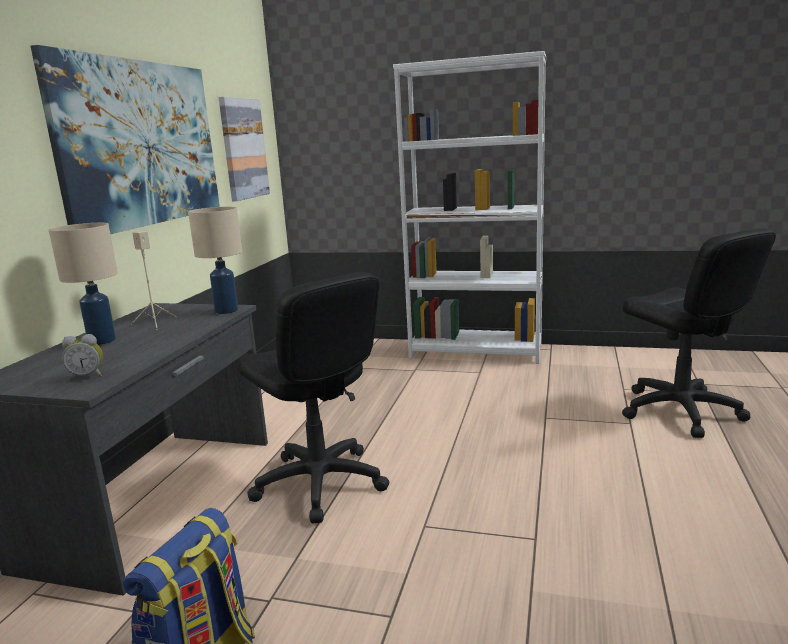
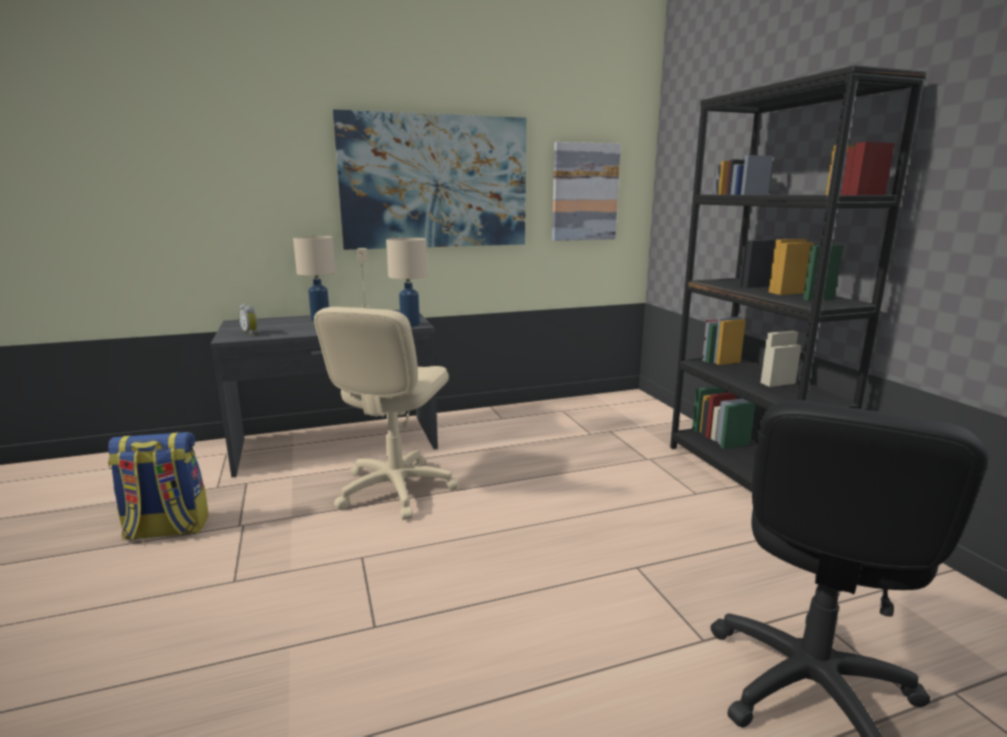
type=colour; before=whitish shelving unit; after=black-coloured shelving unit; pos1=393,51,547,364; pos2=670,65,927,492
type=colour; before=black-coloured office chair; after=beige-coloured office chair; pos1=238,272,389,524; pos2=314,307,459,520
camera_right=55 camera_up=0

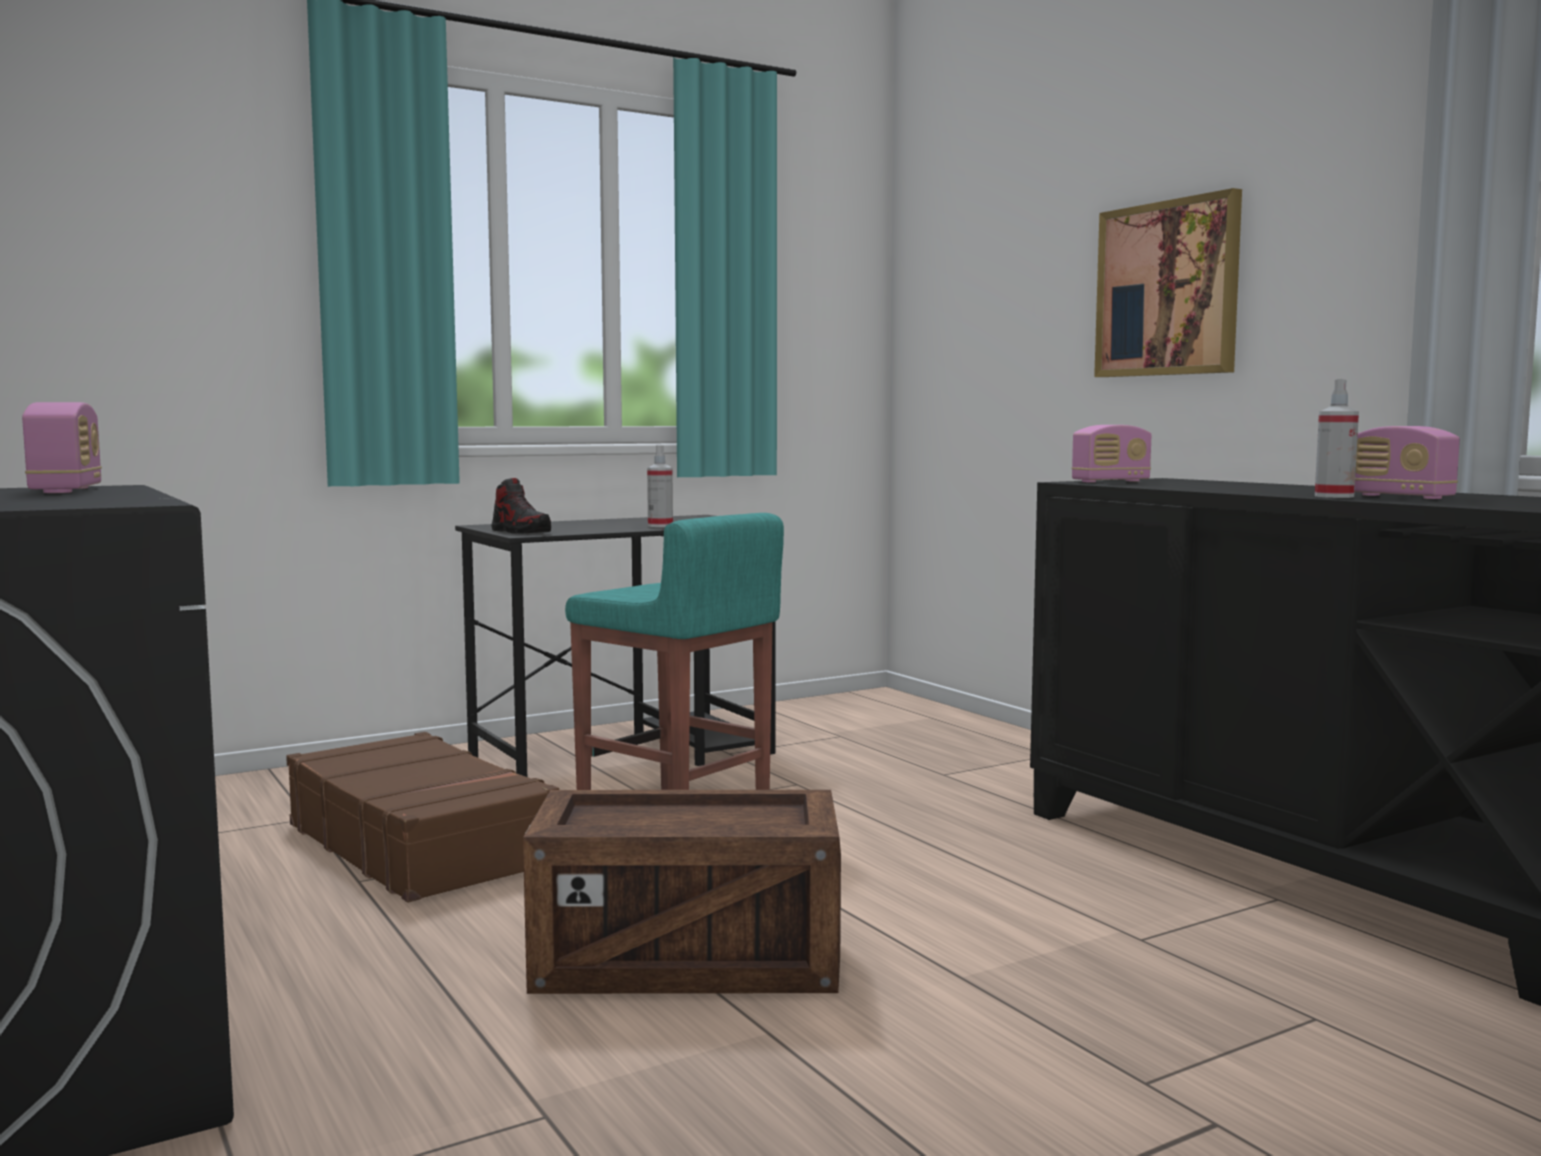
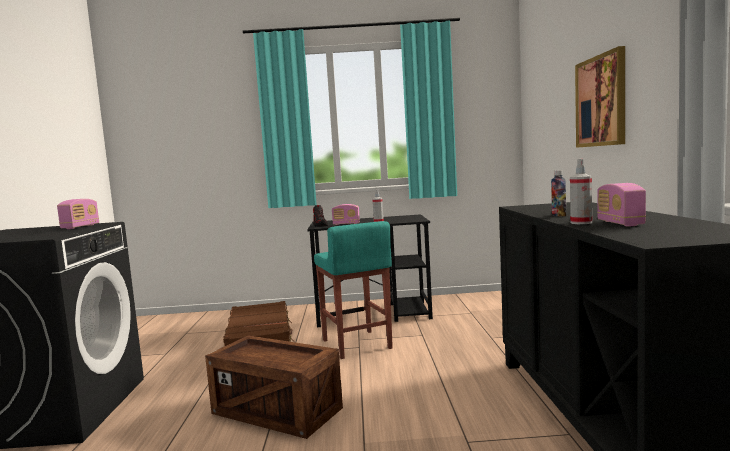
type=relocated; before=radio; pos1=1071,425,1152,483; pos2=332,204,360,225
type=appeared; after=drink bottle; pos2=551,170,566,217
camera_right=30 camera_up=0

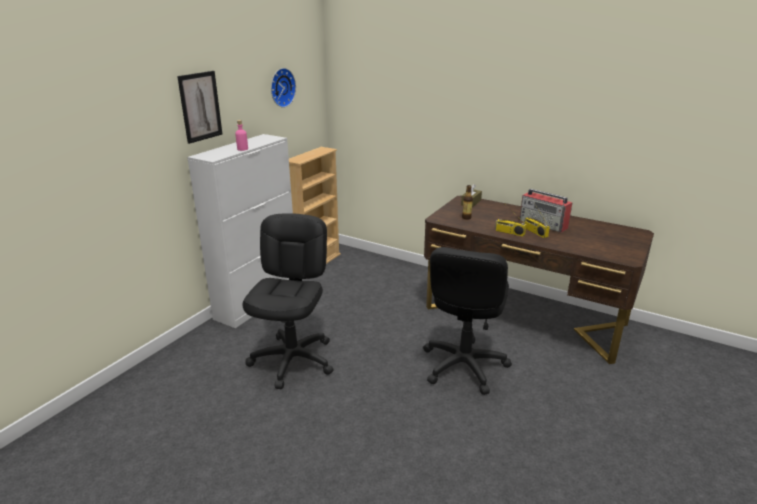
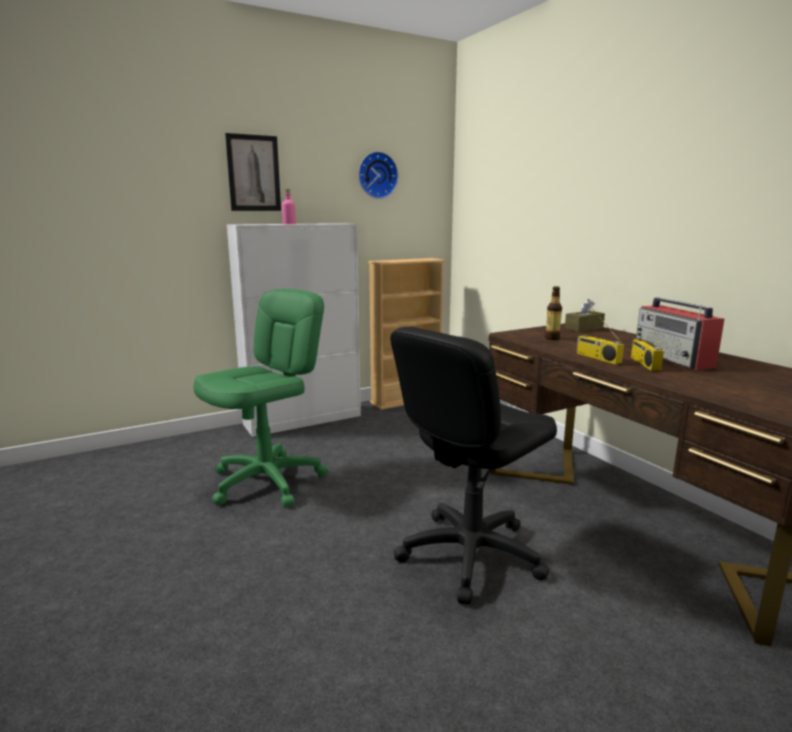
type=colour; before=black-coloured office chair; after=green-coloured office chair; pos1=242,213,334,389; pos2=193,289,328,507
camera_right=30 camera_up=-10

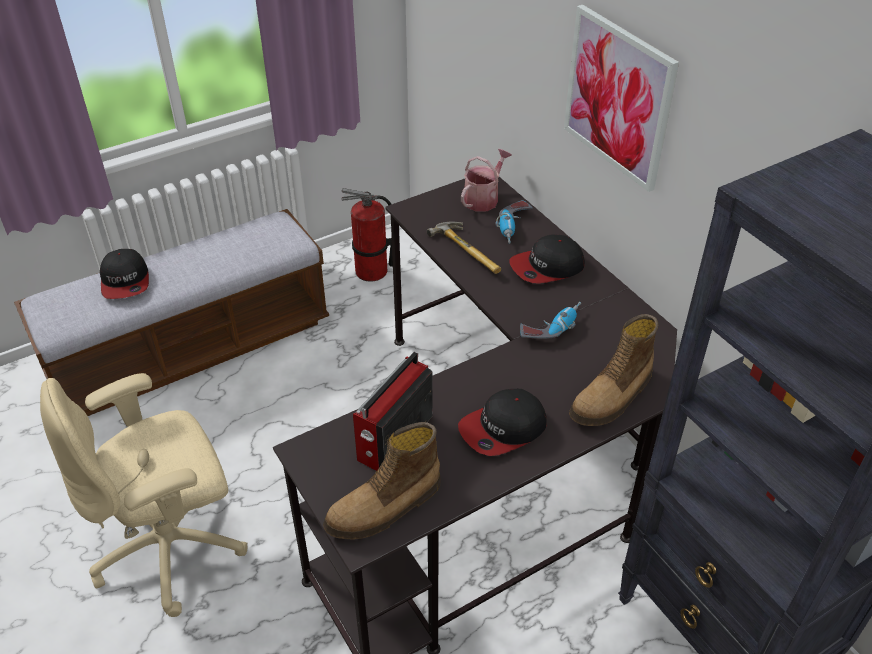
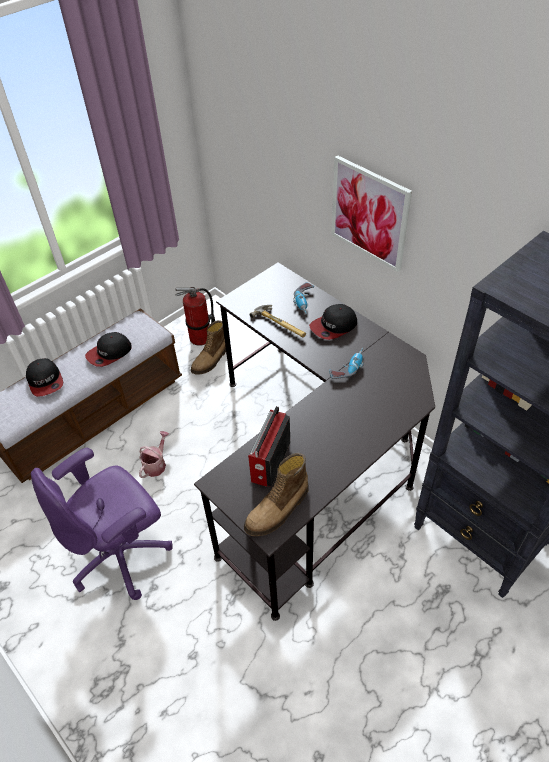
type=relocated; before=sprinkling can; pos1=461,149,512,212; pos2=139,431,169,478
type=relocated; before=boot; pos1=569,314,658,426; pos2=191,320,226,375
type=colour; before=beige-coloured office chair; after=purple office chair; pos1=40,373,248,617; pos2=31,448,173,600
type=relocated; before=peaked cap; pos1=458,389,547,456; pos2=85,332,132,367
camera_right=-10 camera_up=5

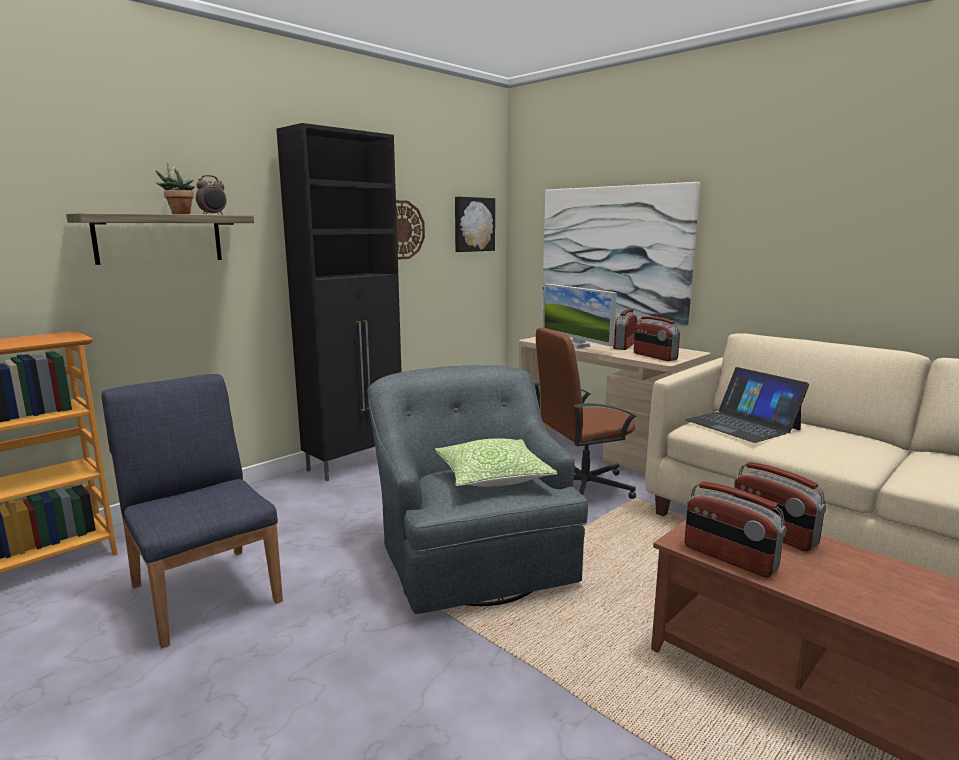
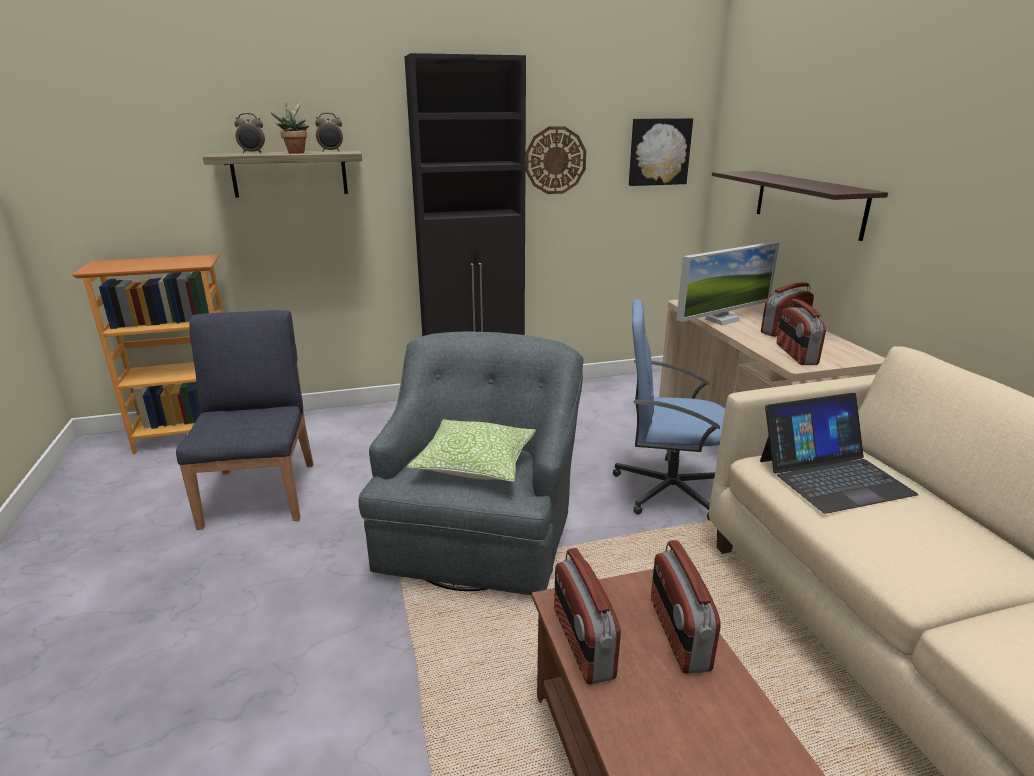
type=exchanged; before=picture; after=bracket shelf; pos1=542,182,700,326; pos2=712,171,888,241
type=spun; before=computer display; pos1=543,284,617,349; pos2=676,242,779,326; turn=-120
type=colour; before=brown office chair; after=blue office chair; pos1=534,327,637,499; pos2=613,299,725,520
type=spun; before=notebook computer; pos1=686,367,809,443; pos2=760,393,919,514; turn=-105
type=appeared; after=table clock; pos2=234,113,265,153
camera_right=30 camera_up=10

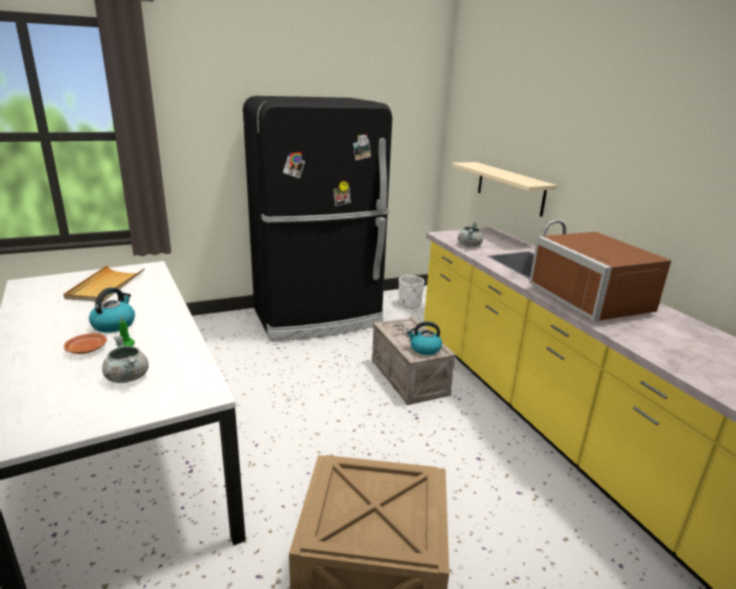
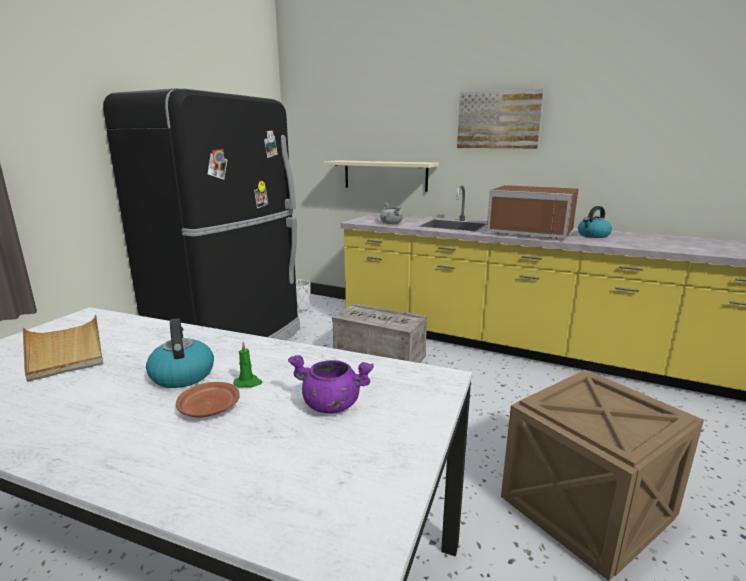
type=relocated; before=water kettle; pos1=406,321,442,355; pos2=578,206,612,238
type=colour; before=gray saucepot; after=purple saucepot; pos1=102,336,149,383; pos2=288,355,374,414
type=appeared; after=picture; pos2=457,89,544,149
camera_right=-40 camera_up=-5

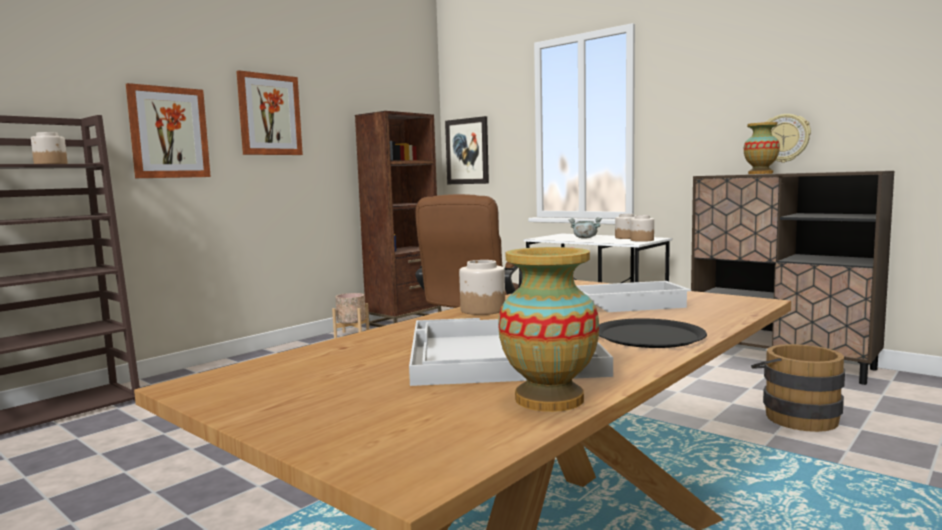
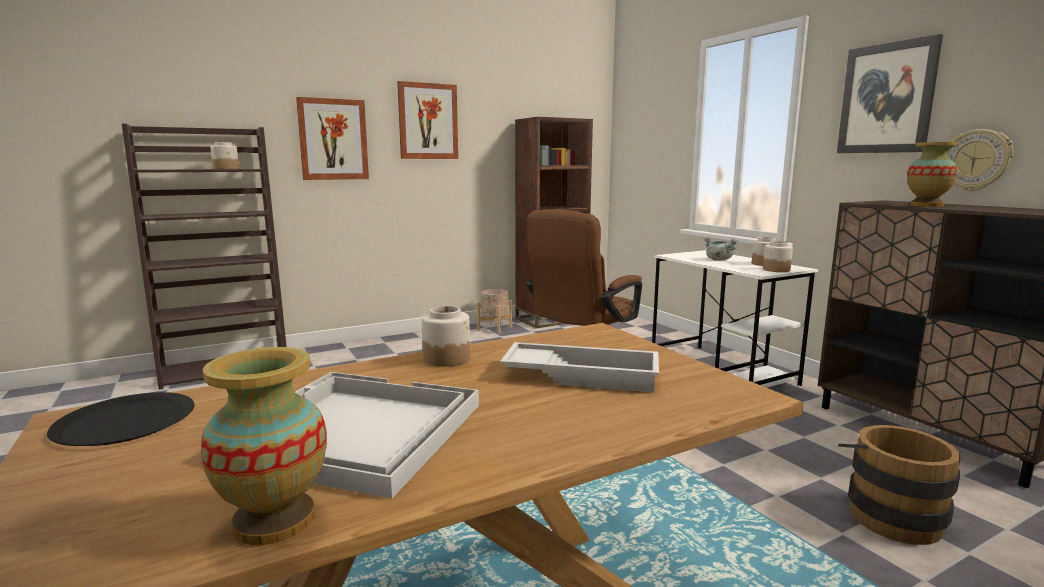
type=relocated; before=picture; pos1=445,116,489,184; pos2=837,34,943,153
type=relocated; before=black-coloured plate; pos1=599,318,707,348; pos2=47,392,194,446
camera_right=20 camera_up=5

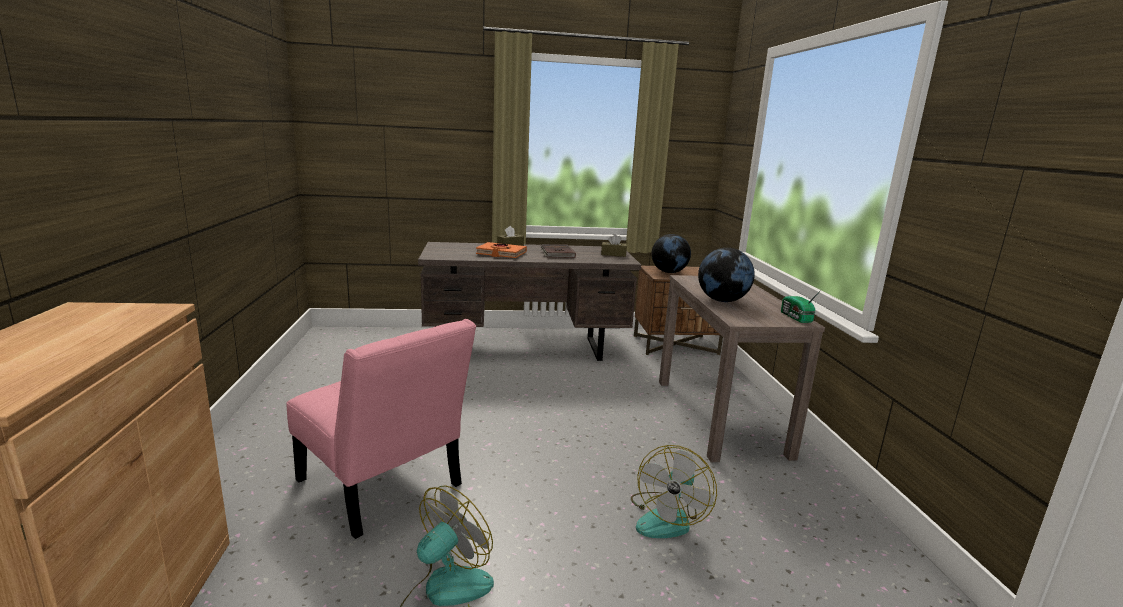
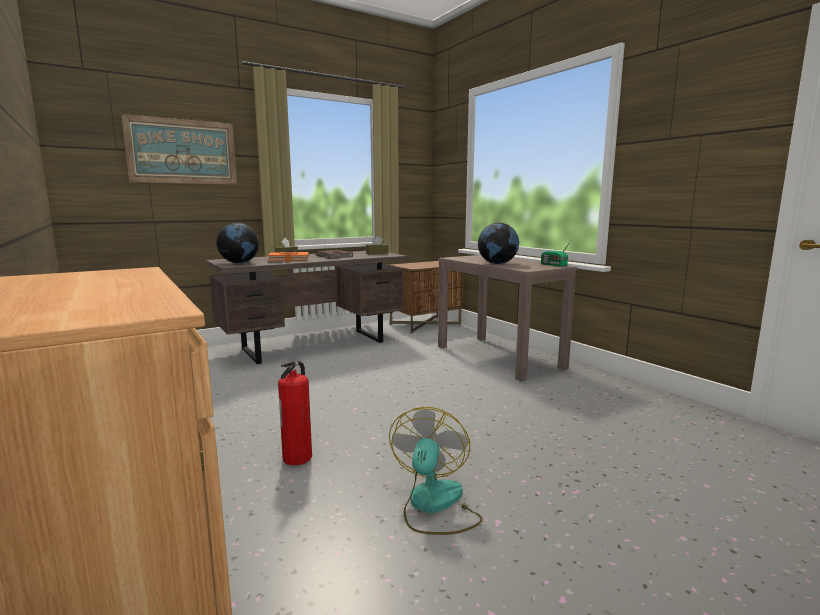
type=relocated; before=globe; pos1=652,234,691,273; pos2=216,223,259,263
type=exchanged; before=pink chair; after=fire extinguisher; pos1=286,319,476,539; pos2=278,361,312,465
type=missing; before=cooling fan; pos1=631,445,717,538
type=appeared; after=picture; pos2=121,114,237,184
camera_right=-25 camera_up=-5

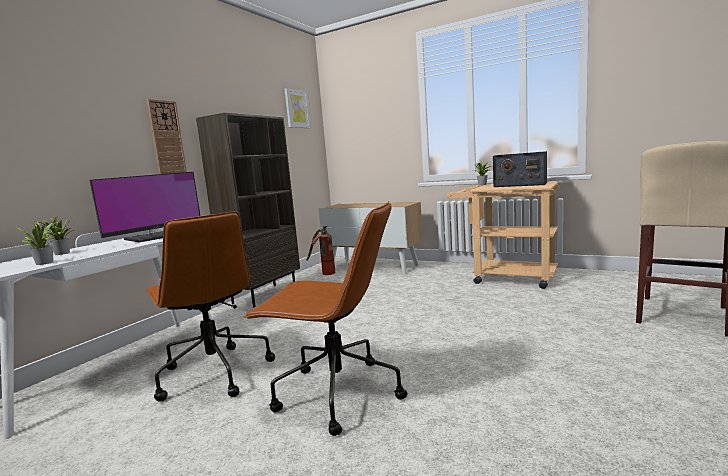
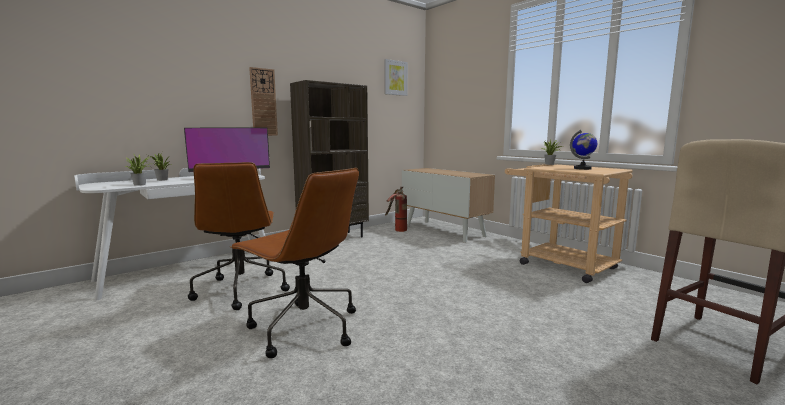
type=exchanged; before=radio; after=globe; pos1=493,151,547,187; pos2=570,130,597,170
camera_right=20 camera_up=0

